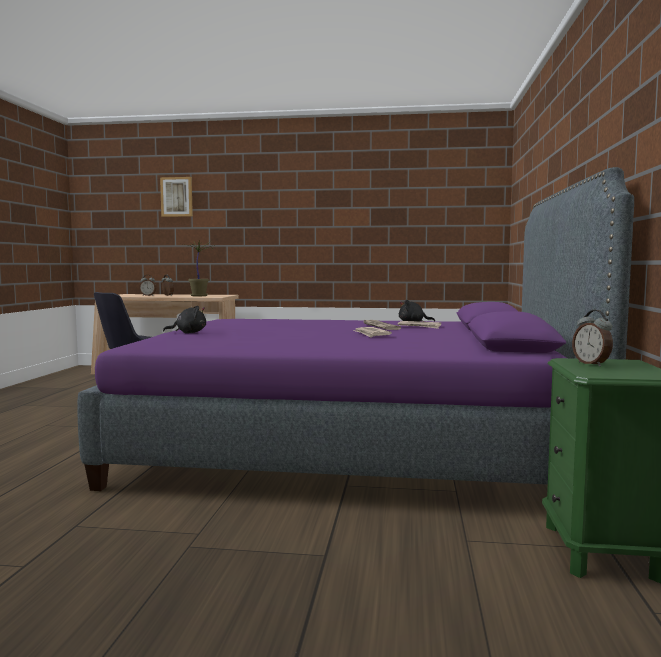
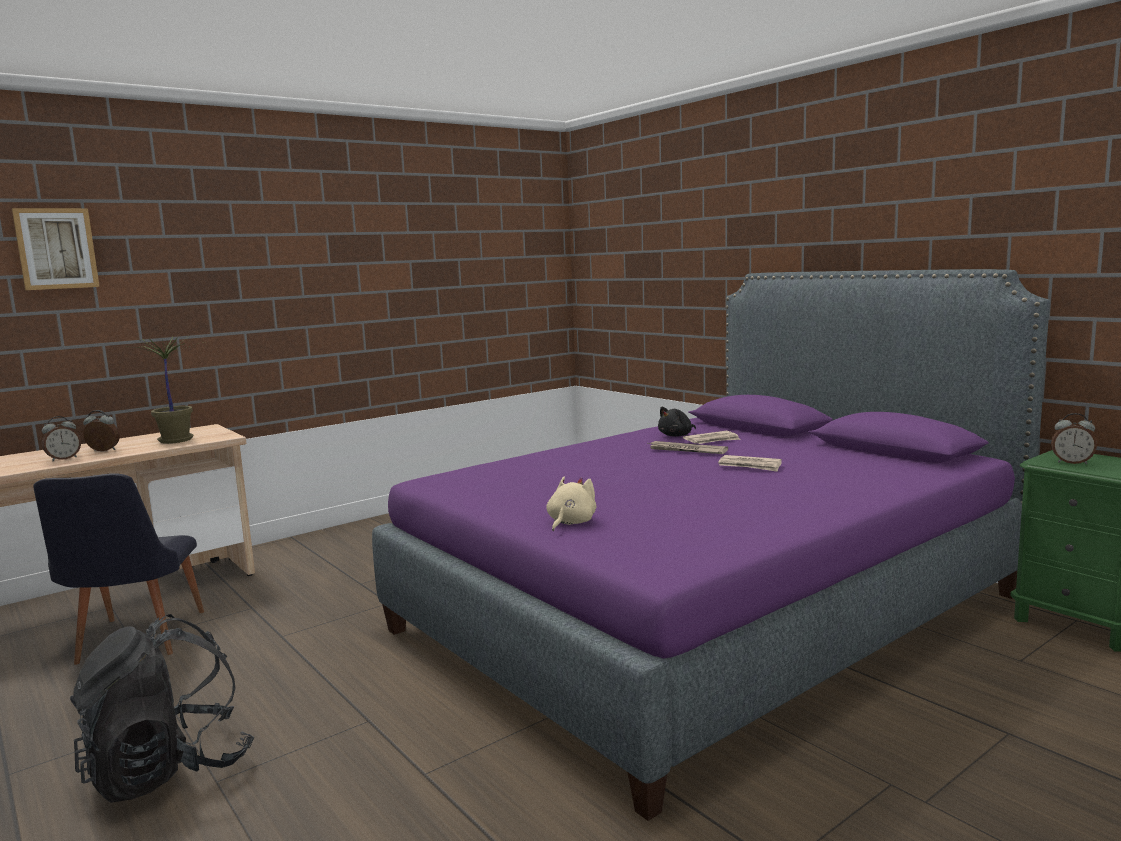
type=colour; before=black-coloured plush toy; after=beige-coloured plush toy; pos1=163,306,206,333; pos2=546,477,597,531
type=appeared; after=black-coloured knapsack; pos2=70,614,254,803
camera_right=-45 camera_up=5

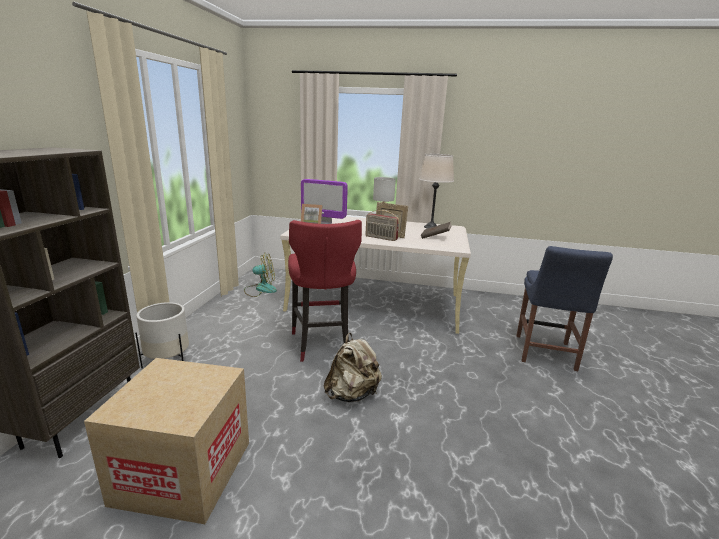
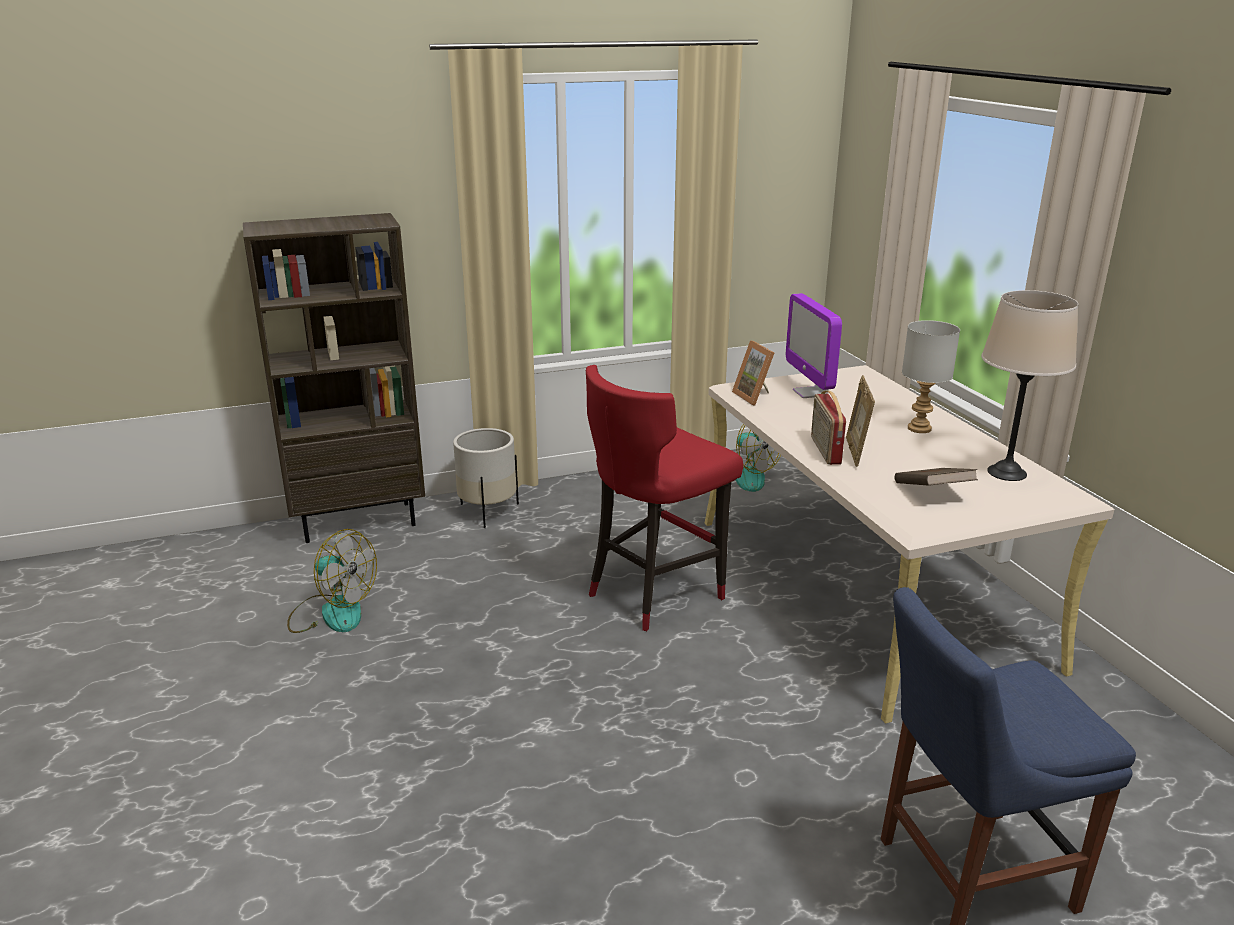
type=missing; before=beige-coloured knapsack; pos1=324,333,382,402
type=exchanged; before=cardboard box; after=cooling fan; pos1=84,358,249,524; pos2=287,529,377,633
camera_right=60 camera_up=5

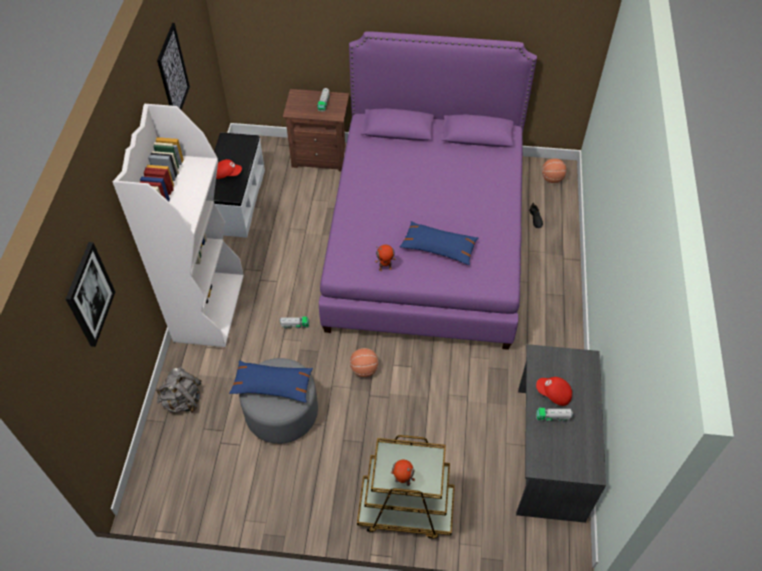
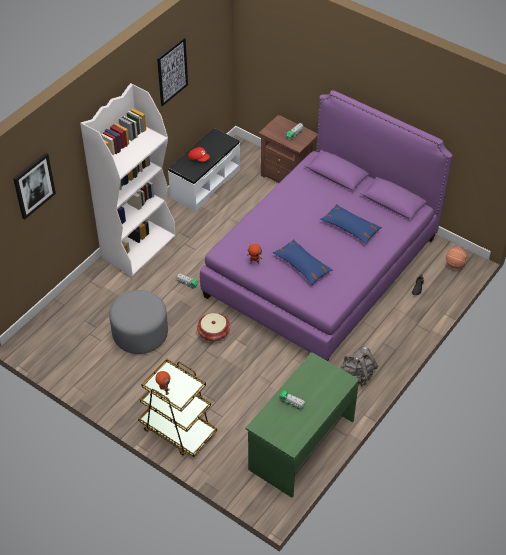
type=colour; before=gray desk; after=green-coloured desk; pos1=516,344,606,523; pos2=246,352,359,498
type=exchanged; before=ball for basketball; after=storage basket; pos1=350,348,378,377; pos2=197,313,230,342
type=relocated; before=blue throw pillow; pos1=229,360,313,402; pos2=320,204,382,244
type=relocated; before=gray knapsack; pos1=156,367,201,413; pos2=341,347,378,386
type=missing; before=red-coloured peaked cap; pos1=536,377,572,406
camera_right=30 camera_up=-5

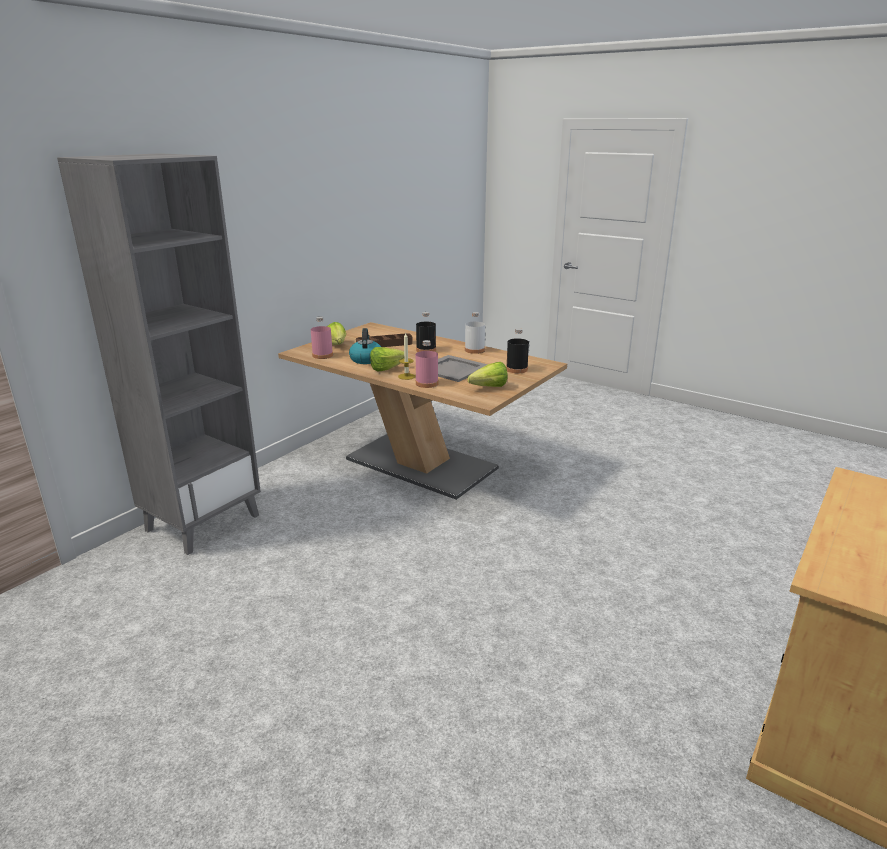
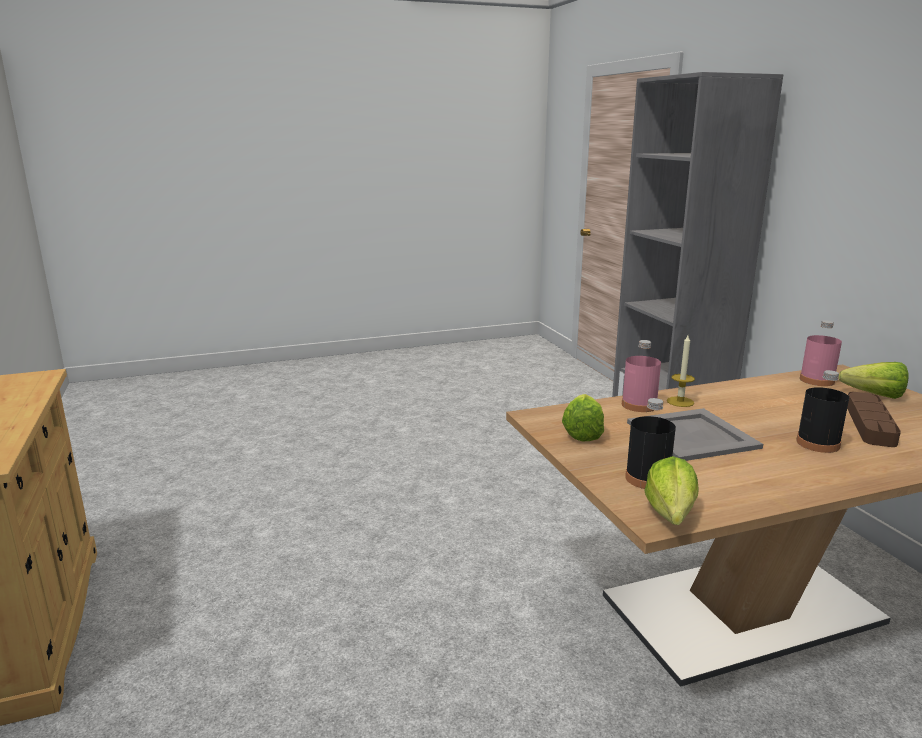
type=missing; before=whitish drink bottle; pos1=465,312,485,354
type=missing; before=water kettle; pos1=349,328,381,364
type=relocated; before=lettuce head; pos1=370,347,404,371; pos2=644,456,699,525
camera_right=125 camera_up=-5

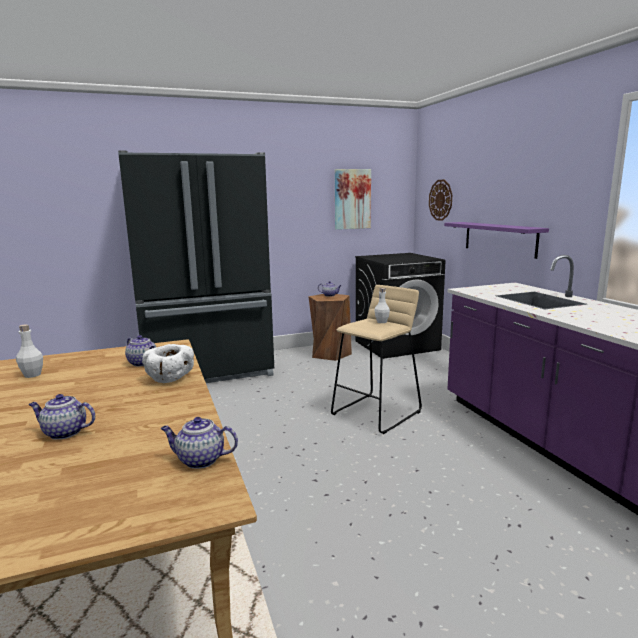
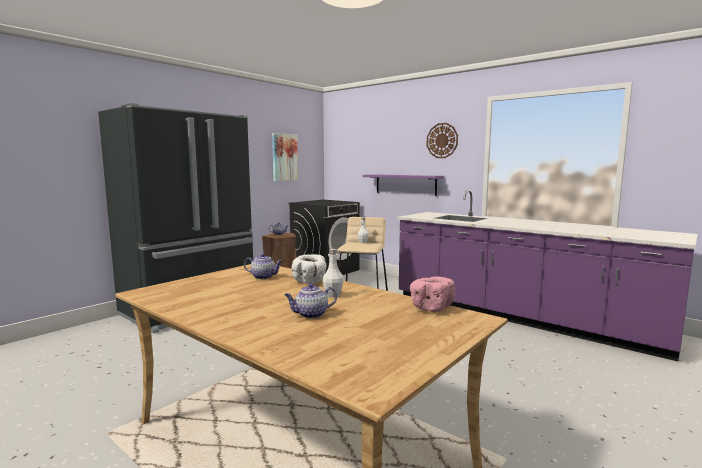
type=relocated; before=clock on the wall; pos1=429,180,452,221; pos2=427,123,458,158
type=relocated; before=whitish drink bottle; pos1=16,324,43,378; pos2=323,249,344,298
type=exchanged; before=tea pot; after=pink bowl; pos1=160,417,238,469; pos2=410,276,455,312
camera_right=-30 camera_up=-5

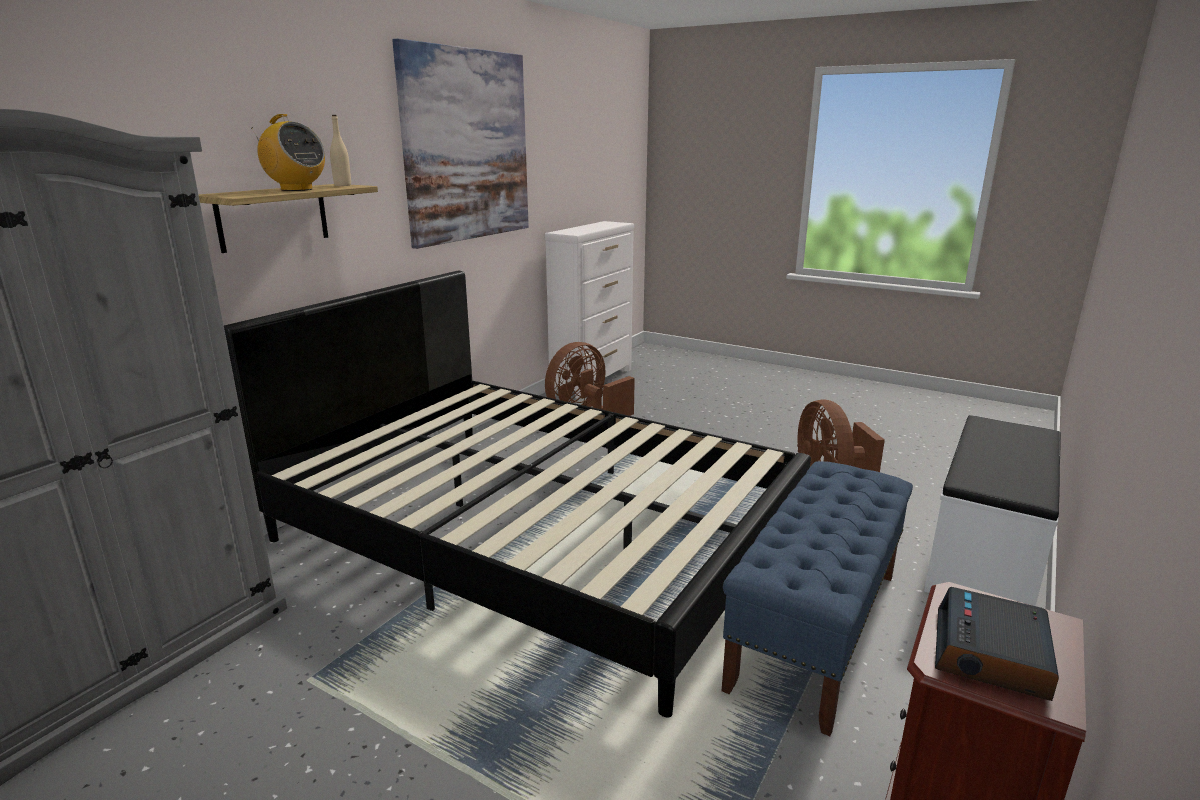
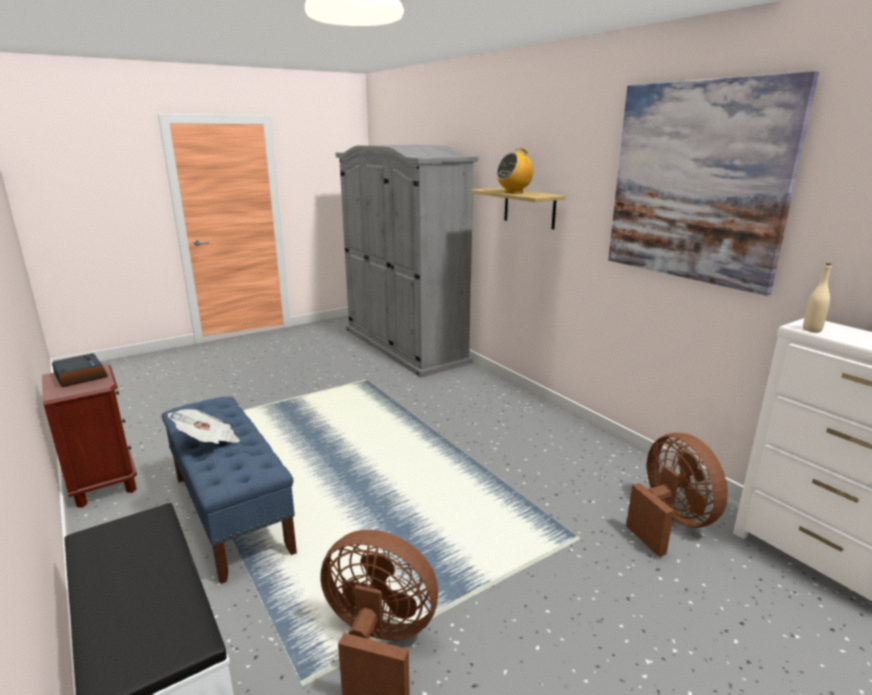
type=relocated; before=beige-coloured drink bottle; pos1=330,115,351,186; pos2=803,263,832,332
type=missing; before=black-coloured sleeping bed; pos1=224,271,811,717
type=appeared; after=printed paper; pos2=168,409,240,444
camera_right=115 camera_up=0

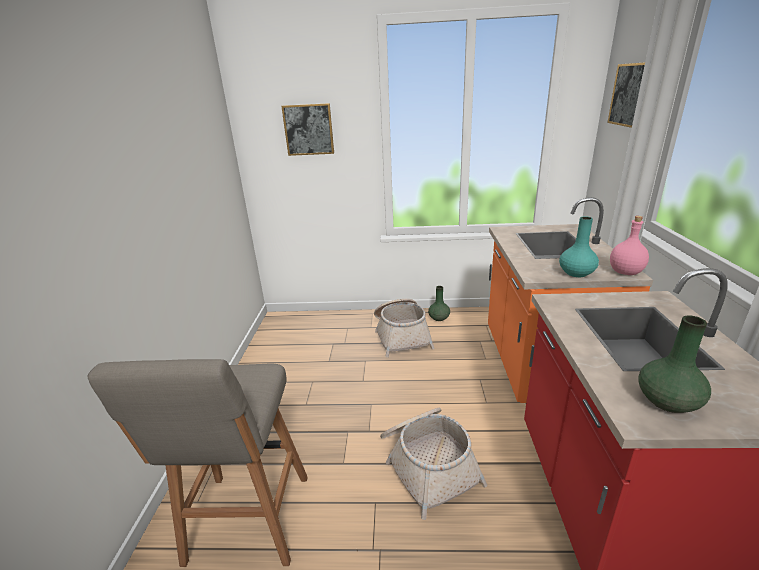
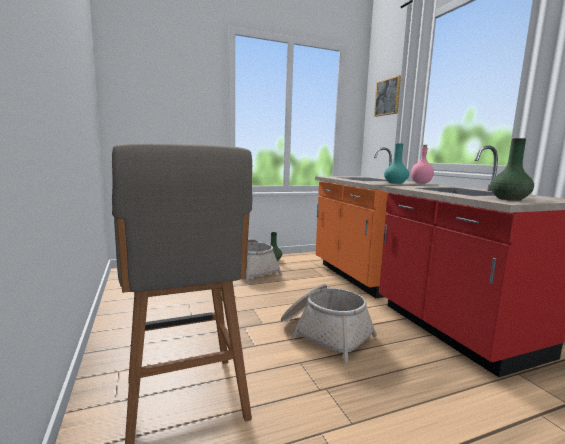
type=missing; before=picture; pos1=281,103,334,156
camera_right=-25 camera_up=-15

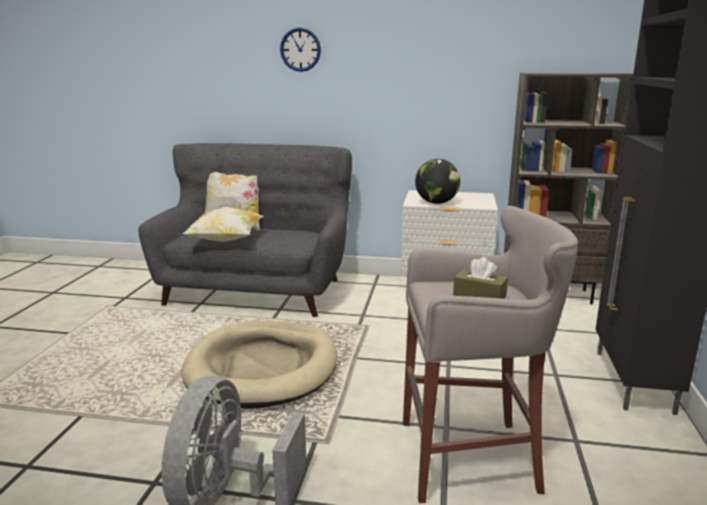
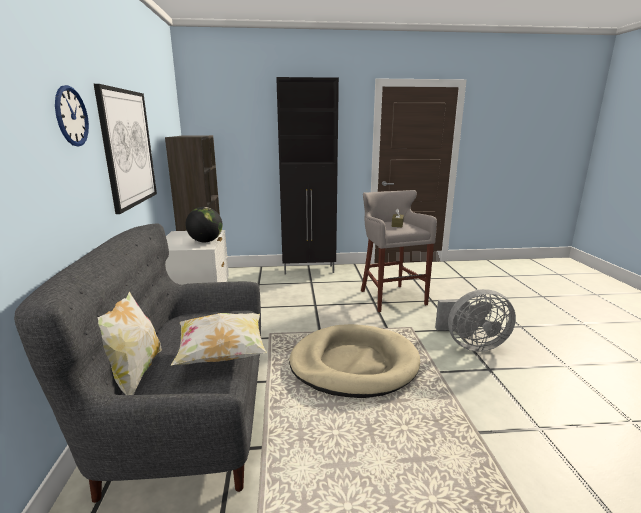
type=appeared; after=picture; pos2=94,84,157,214
camera_right=-105 camera_up=0

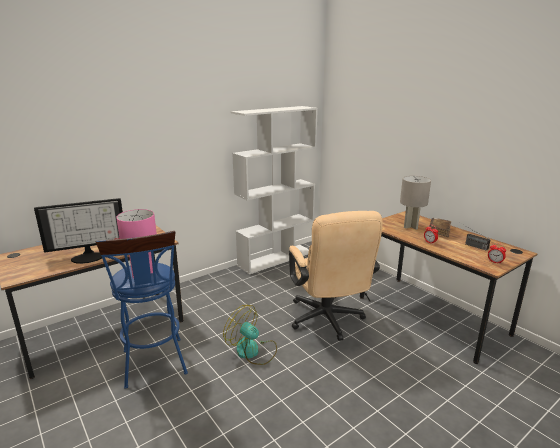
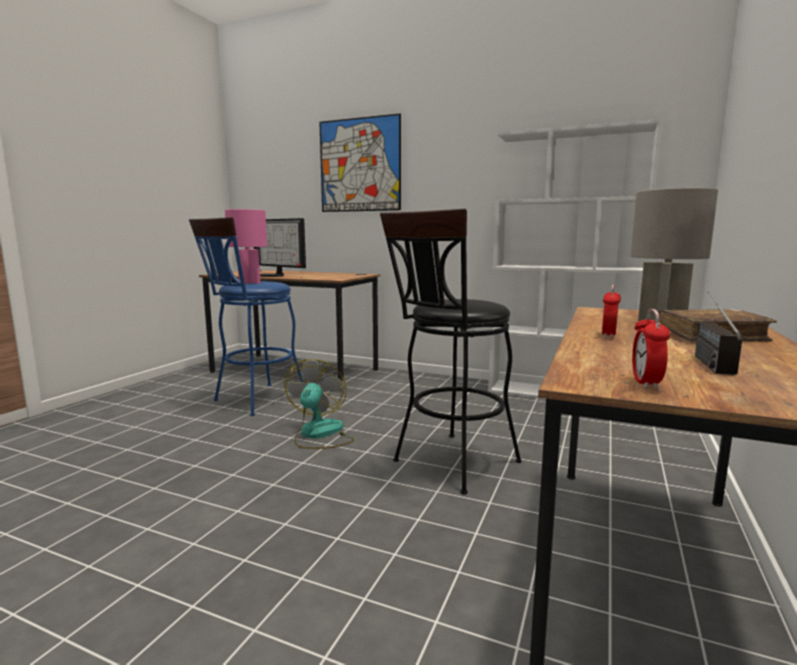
type=exchanged; before=beige-coloured office chair; after=black-coloured stool; pos1=289,211,383,341; pos2=380,209,522,494
type=appeared; after=picture; pos2=319,114,401,212
camera_right=60 camera_up=-10

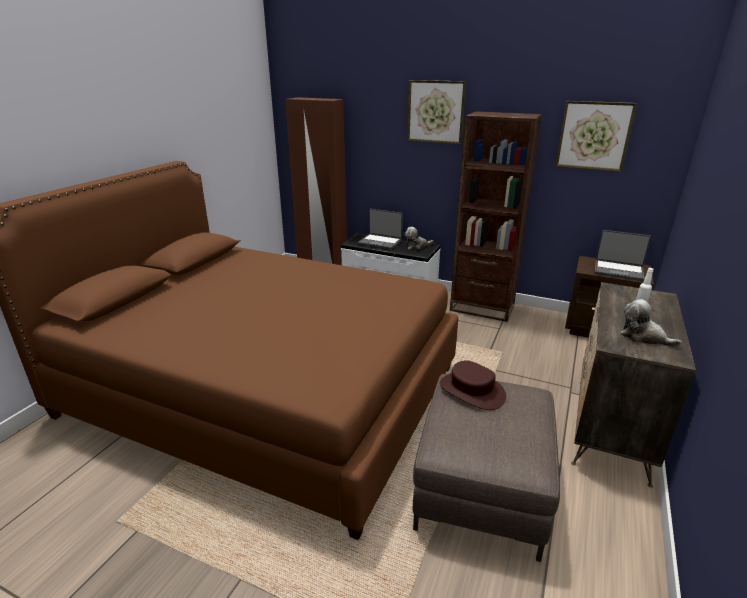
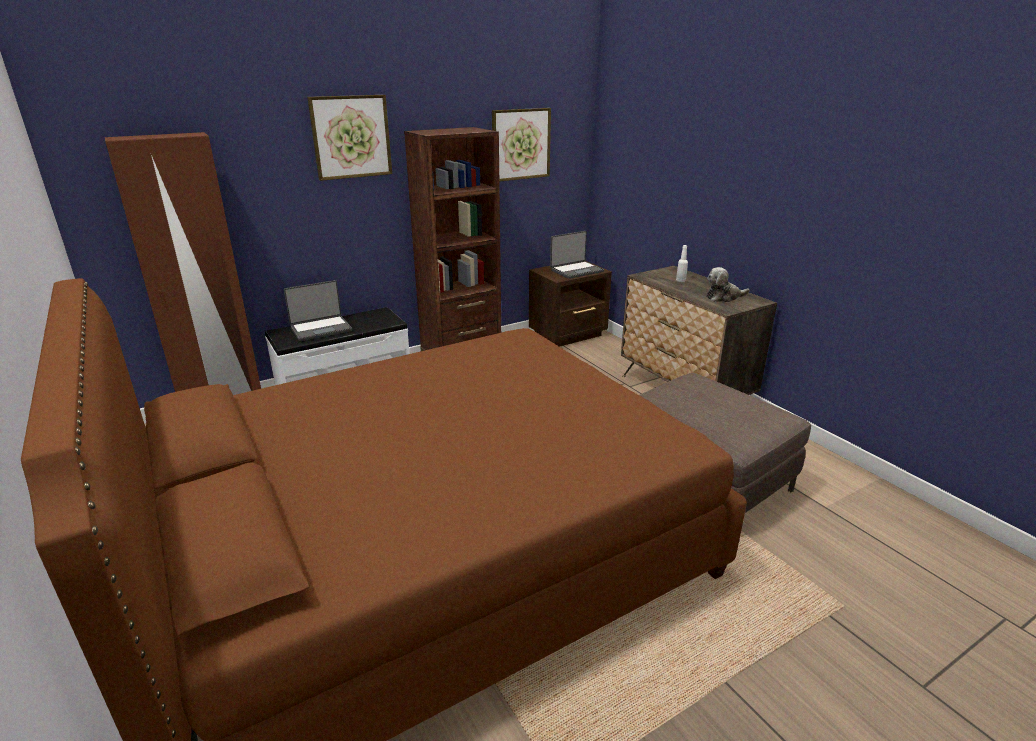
type=missing; before=plush toy; pos1=404,227,433,250
type=missing; before=brown wearable hat; pos1=440,360,506,410
camera_right=-55 camera_up=0

